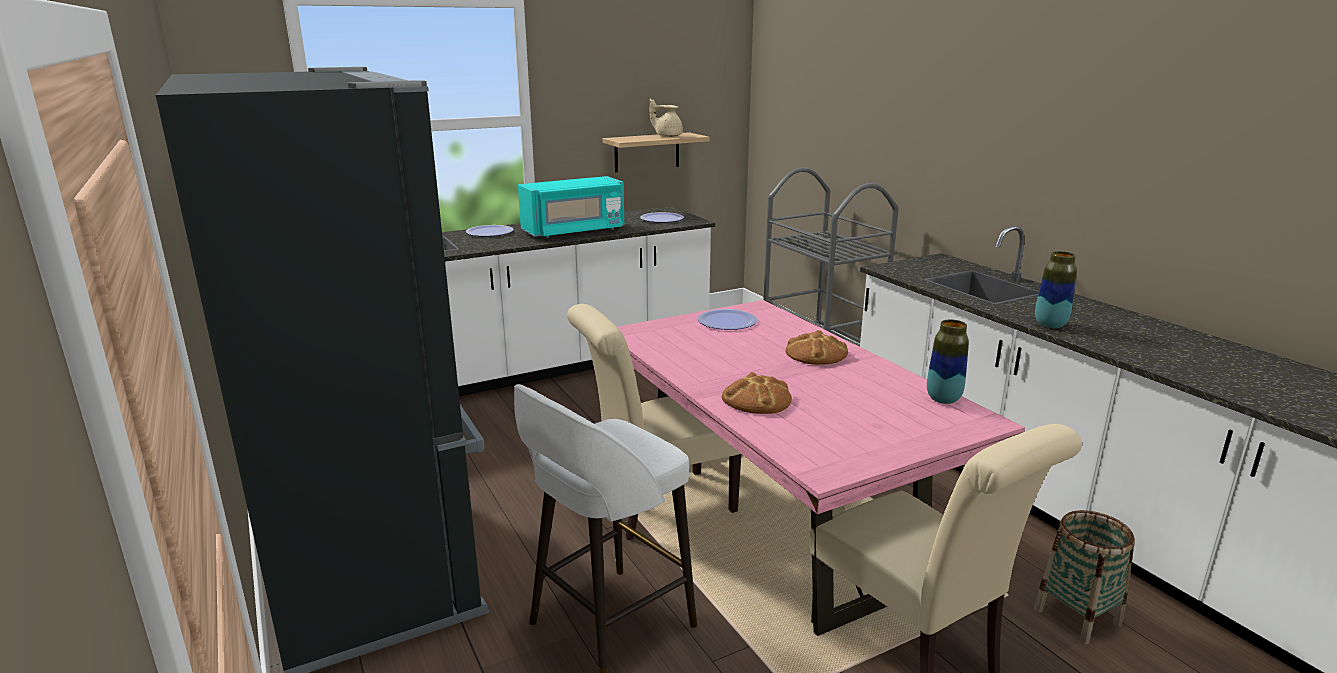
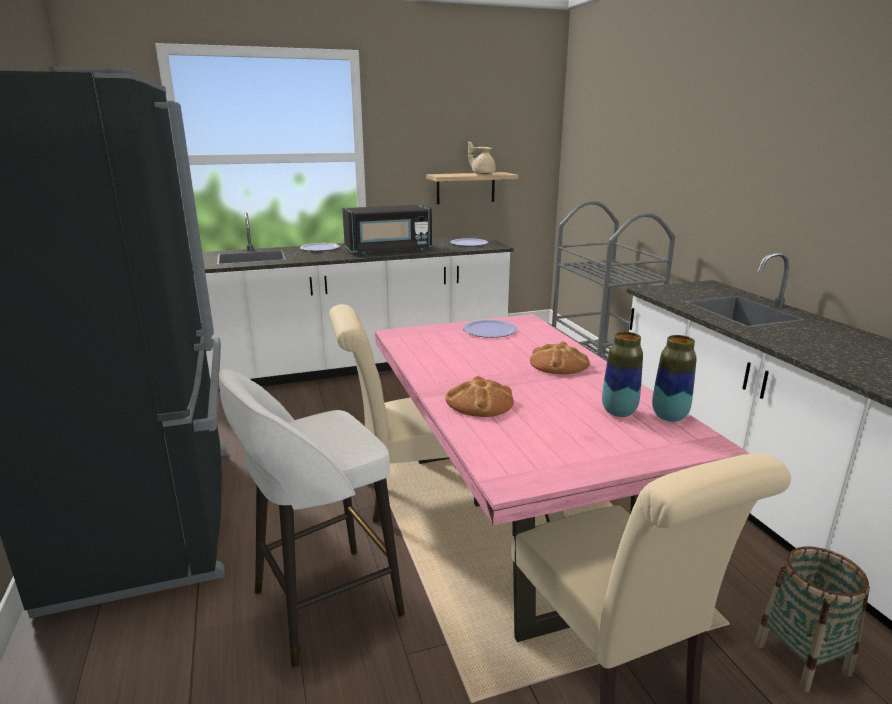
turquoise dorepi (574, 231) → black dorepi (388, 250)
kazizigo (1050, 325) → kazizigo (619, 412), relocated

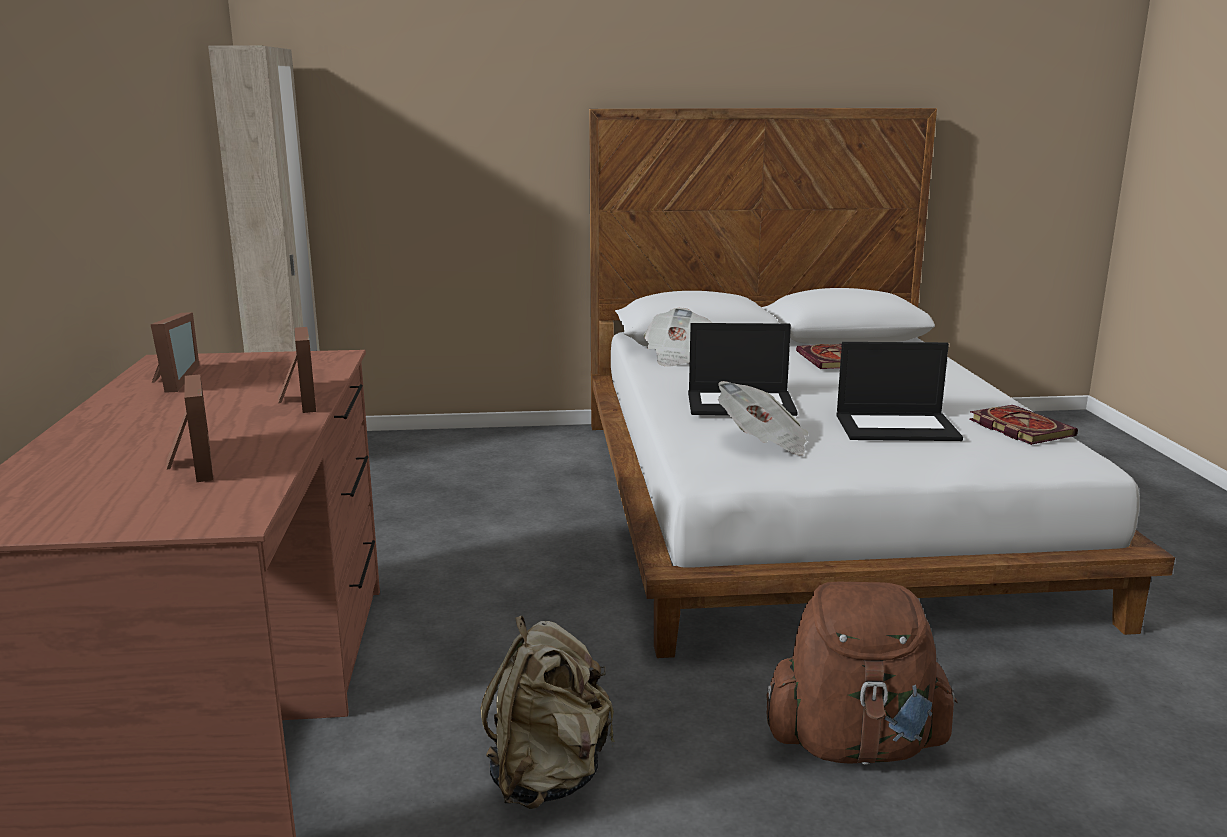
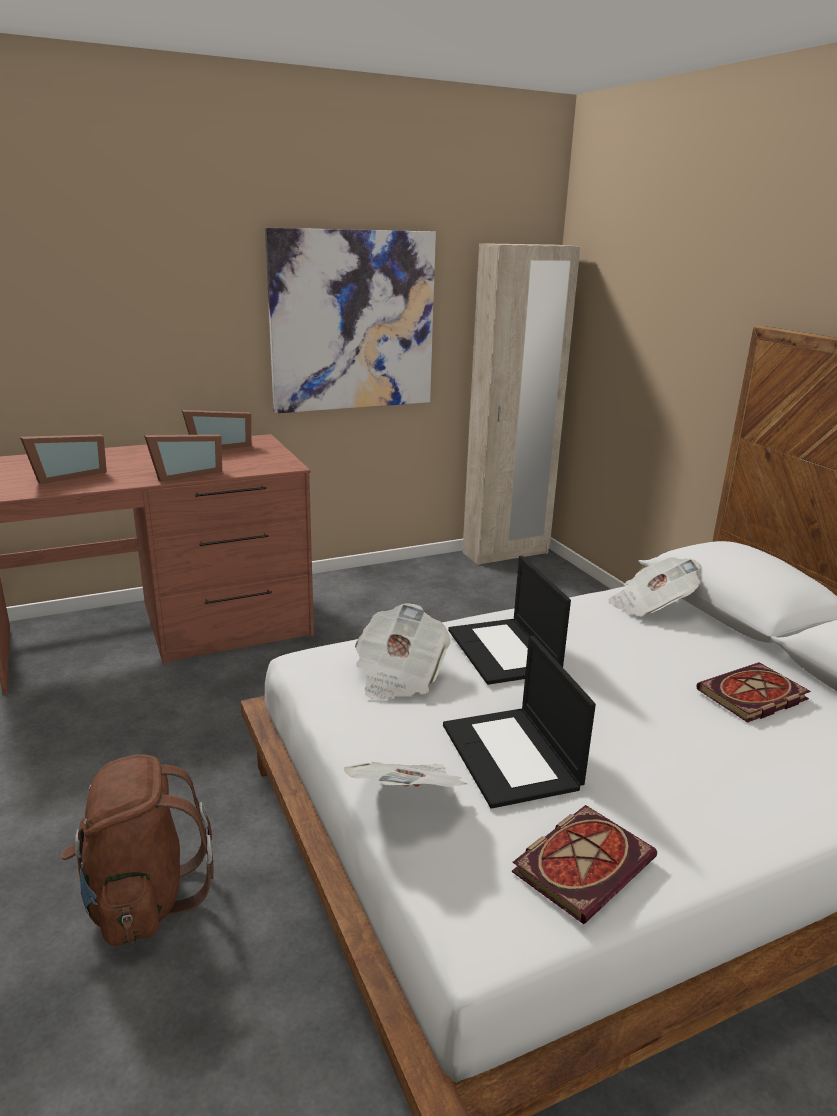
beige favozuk (548, 777) → -
- → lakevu (353, 321)
- → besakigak (408, 800)

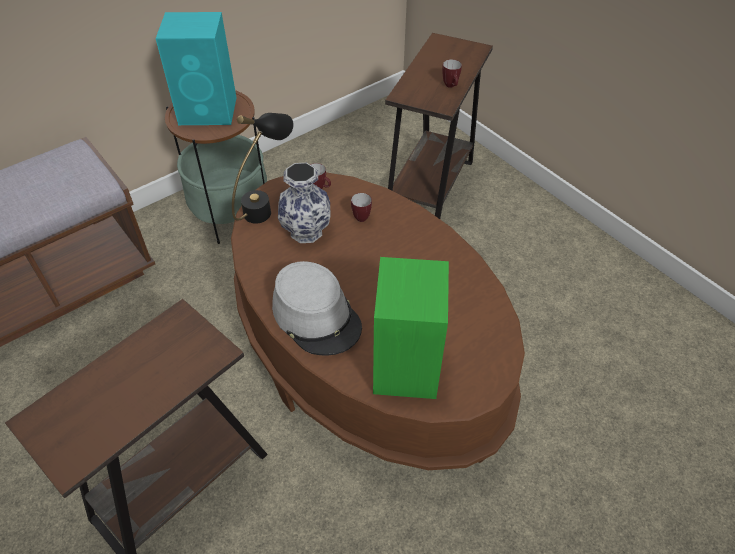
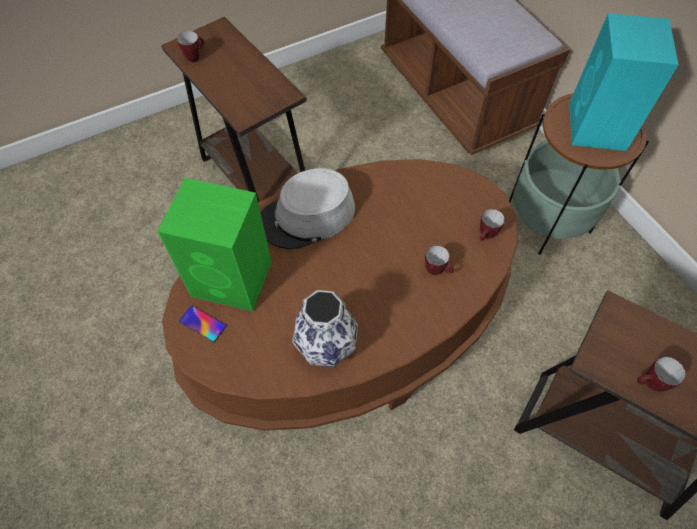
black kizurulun (266, 206) → -
kazizigo (307, 232) → kazizigo (325, 348), relocated
- → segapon (195, 57)
- → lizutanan (202, 323)

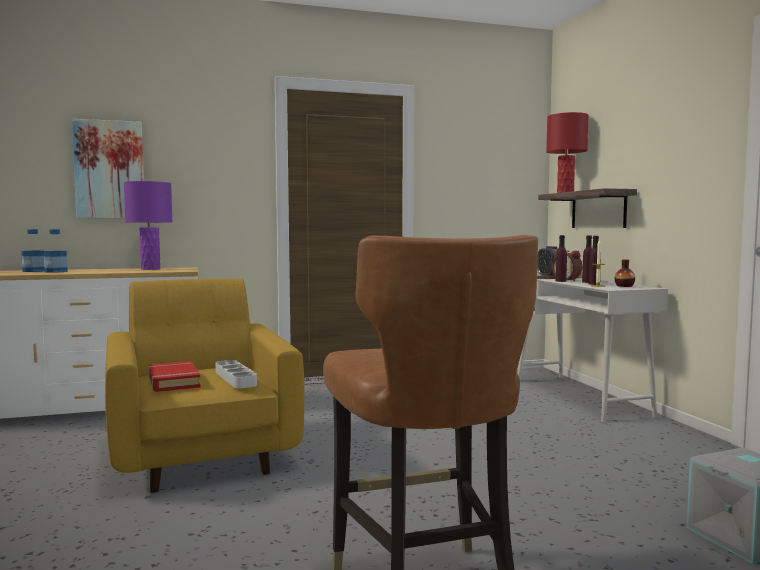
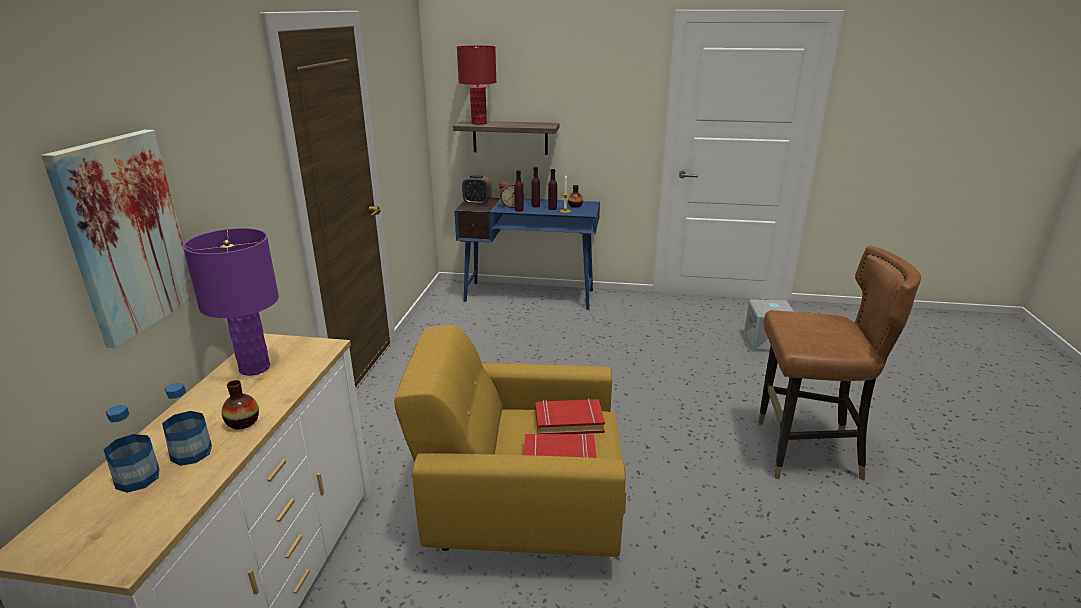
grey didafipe (235, 378) → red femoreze (568, 421)
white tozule (580, 396) → blue tozule (530, 295)
- → kazizigo (243, 422)

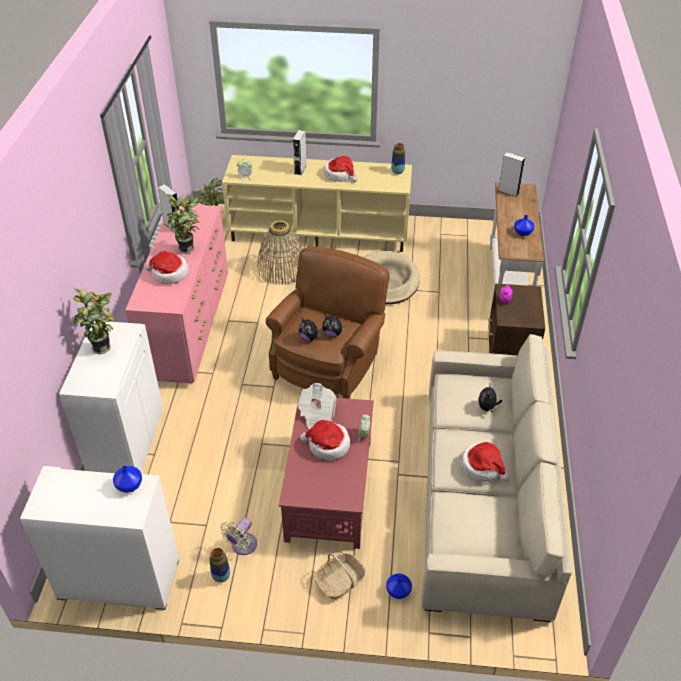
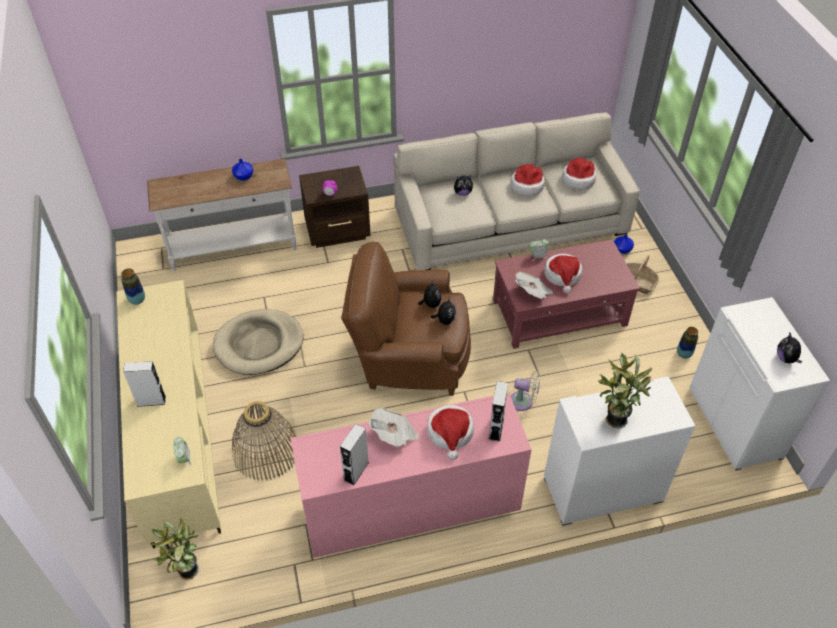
blue kazizigo (129, 485) → -
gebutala (188, 248) → besakigak (394, 435)
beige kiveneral (242, 546) → beige kiveneral (524, 402), relocated
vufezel (340, 175) → vufezel (578, 179), relocated
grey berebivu (508, 192) → grey berebivu (496, 428), relocated
- → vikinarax (786, 358)

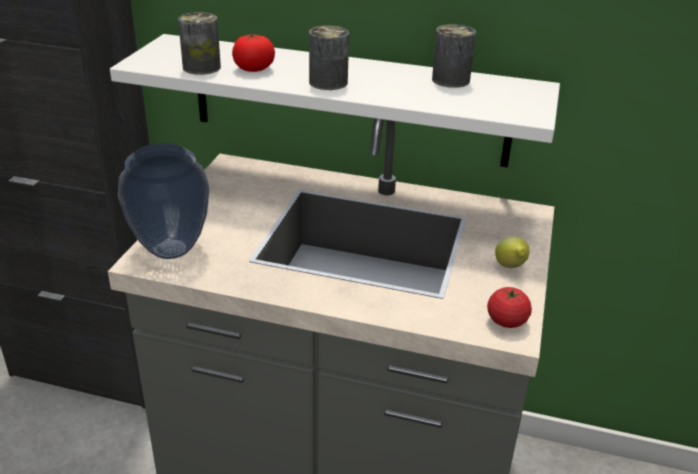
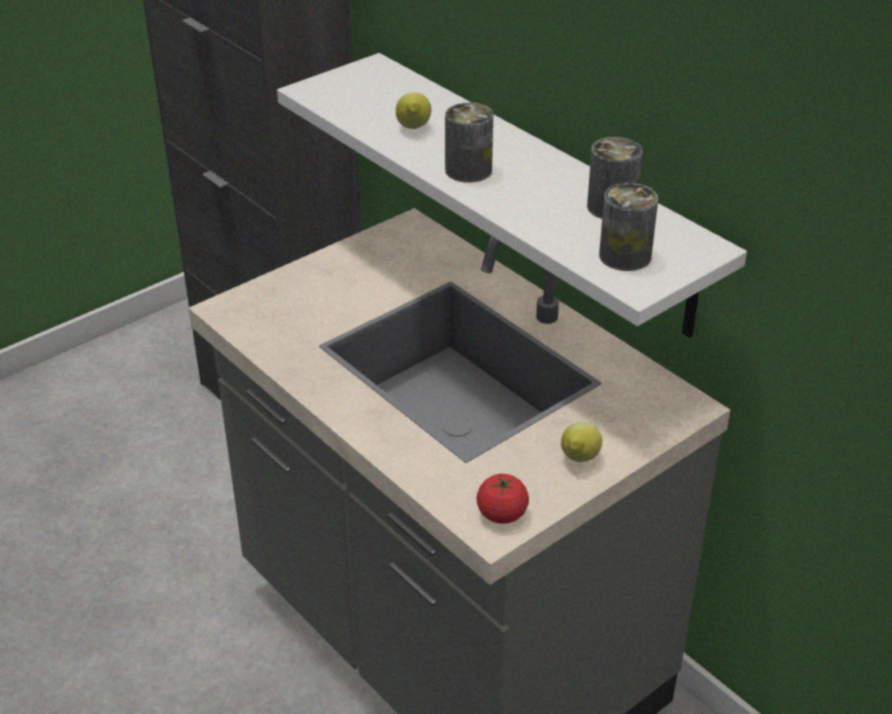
kazizigo (170, 249) → -
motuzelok (201, 67) → motuzelok (625, 256), relocated
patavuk (254, 69) → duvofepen (413, 129)

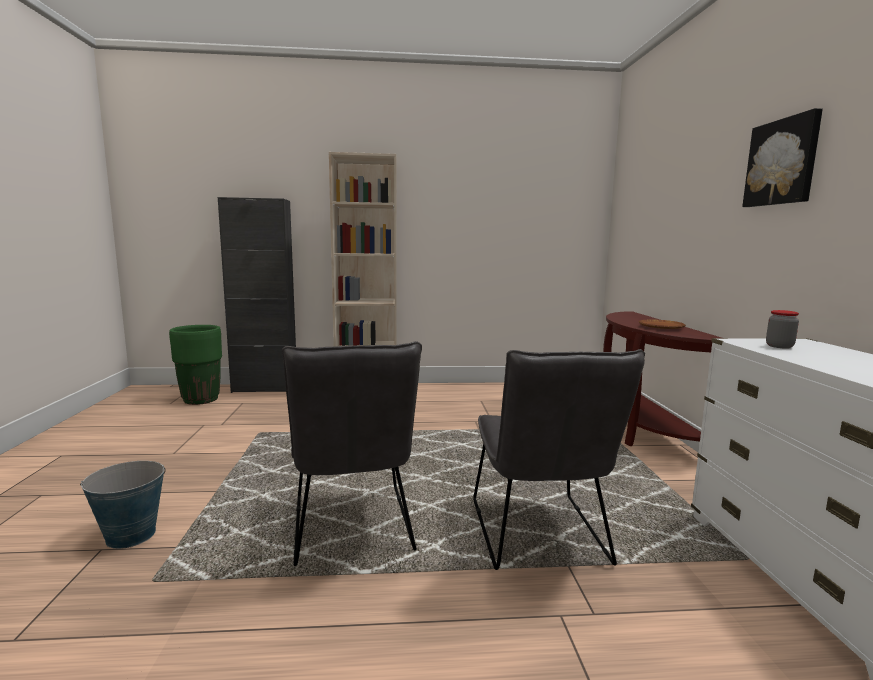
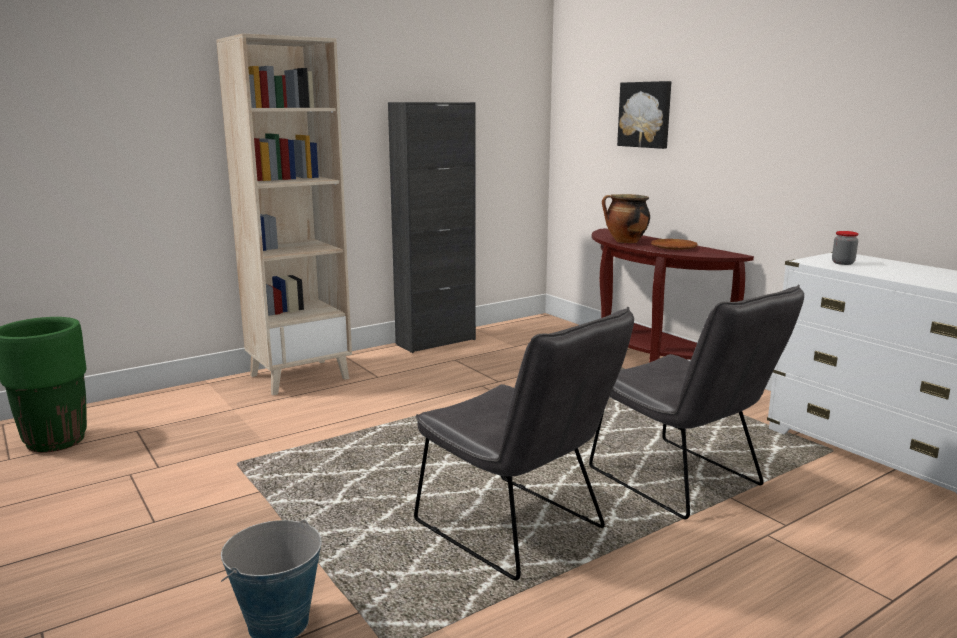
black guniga (265, 388) → black guniga (436, 342), relocated
lakevu (783, 162) → lakevu (645, 114), relocated
- → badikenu (625, 242)

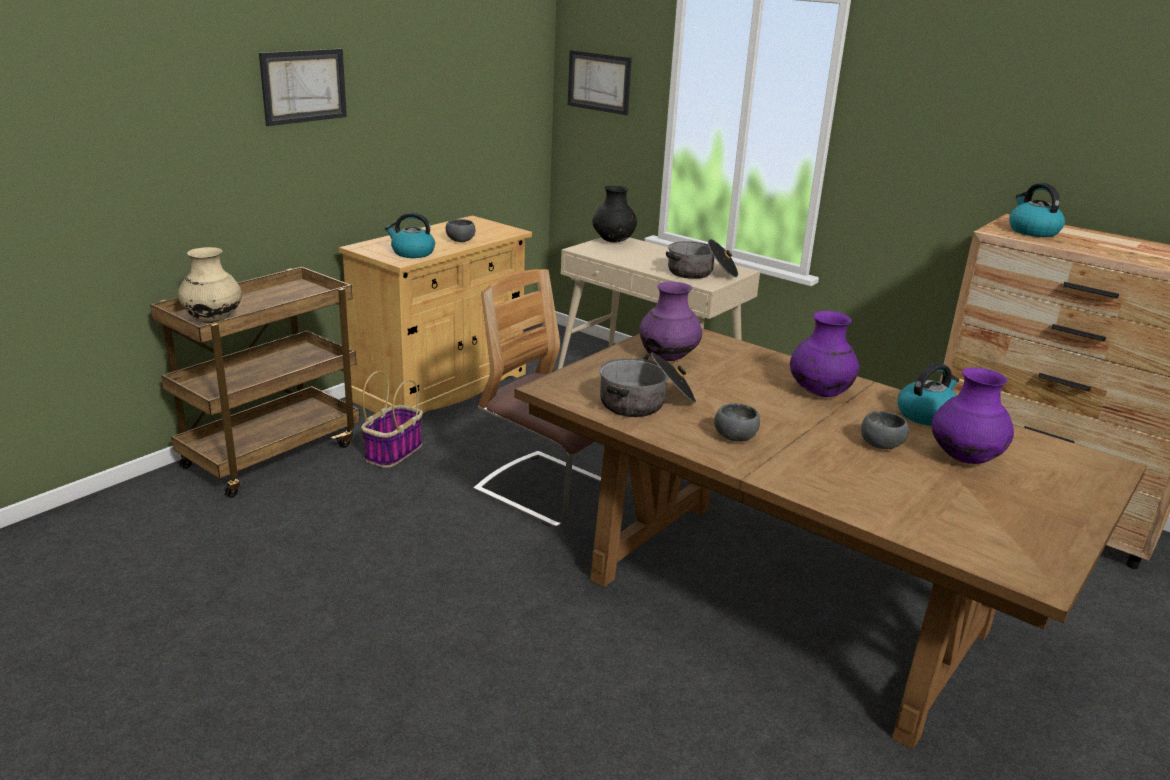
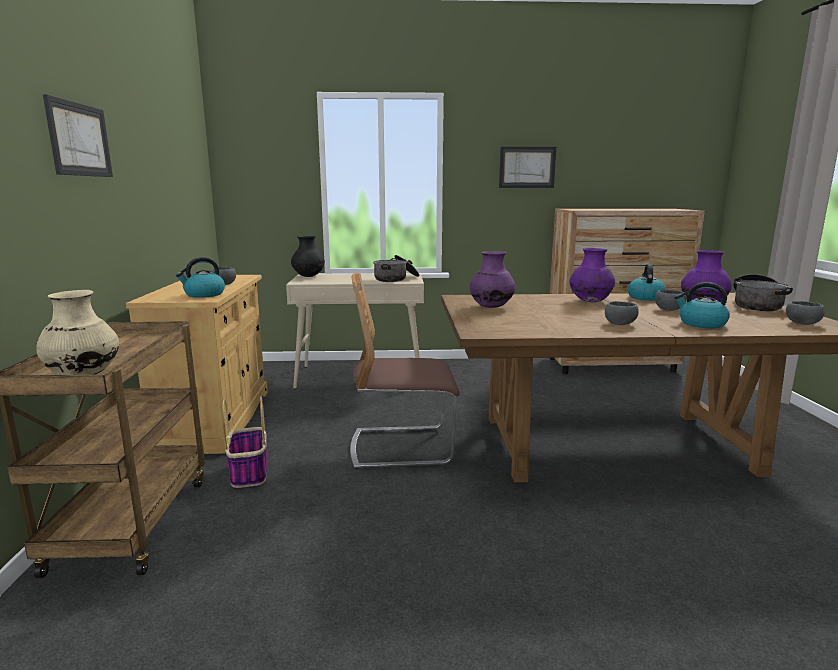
lakevu (599, 82) → lakevu (527, 167), relocated
badikenu (646, 403) → badikenu (756, 305), relocated
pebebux (1032, 231) → pebebux (701, 324), relocated
- → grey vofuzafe (802, 324)

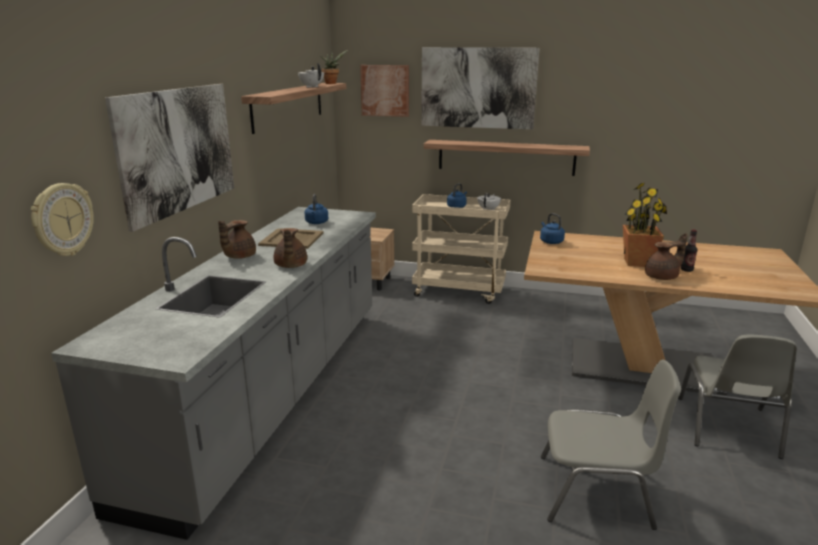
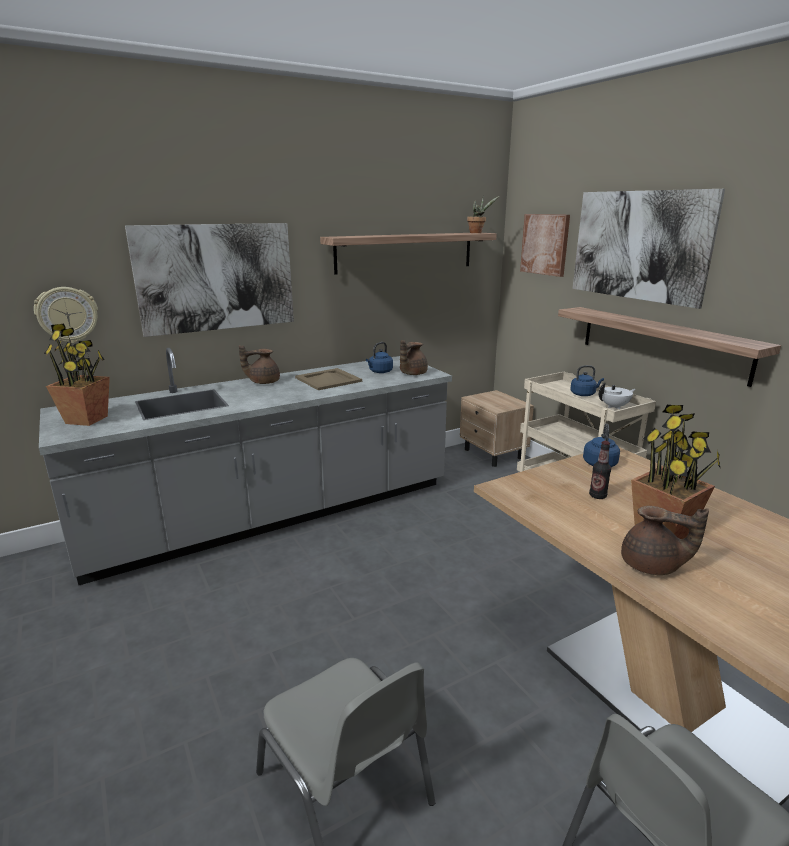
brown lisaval (290, 266) → brown lisaval (412, 373), relocated
white lisaval (311, 87) → -
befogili (686, 270) → befogili (597, 496), relocated
- → gebutala (87, 419)

